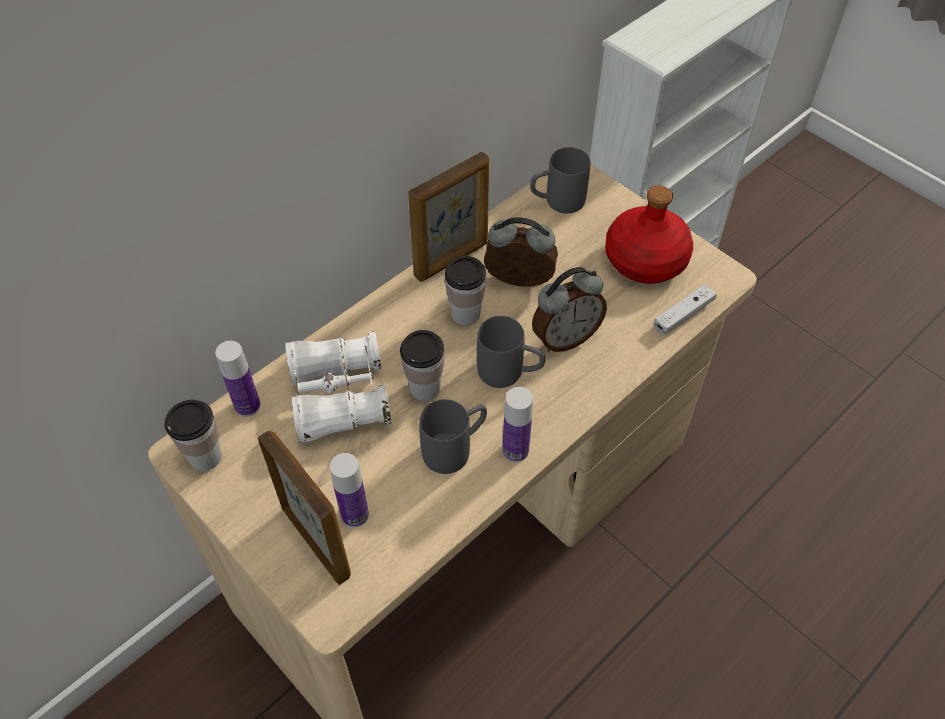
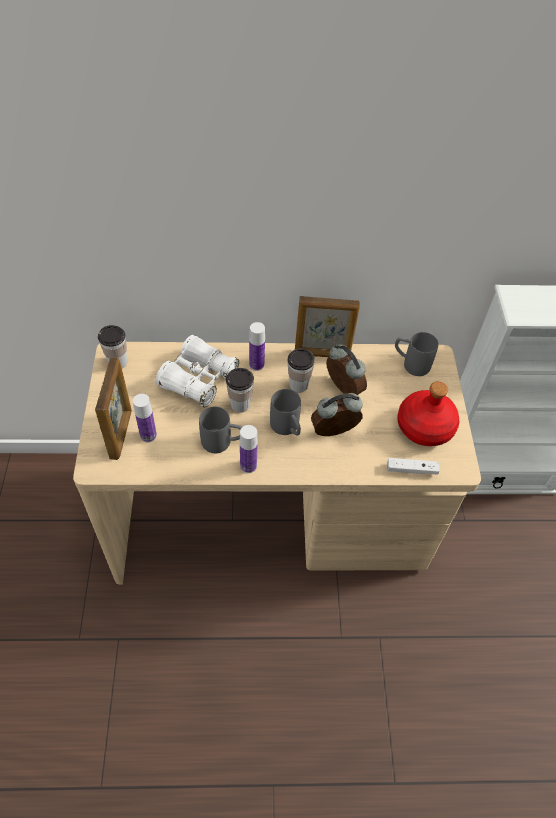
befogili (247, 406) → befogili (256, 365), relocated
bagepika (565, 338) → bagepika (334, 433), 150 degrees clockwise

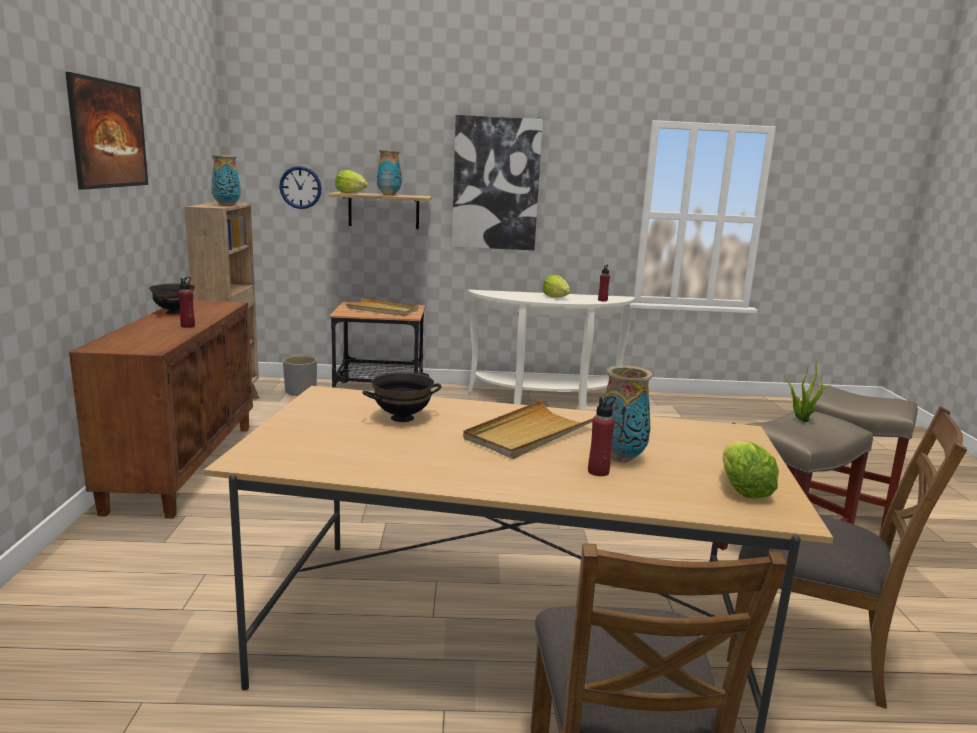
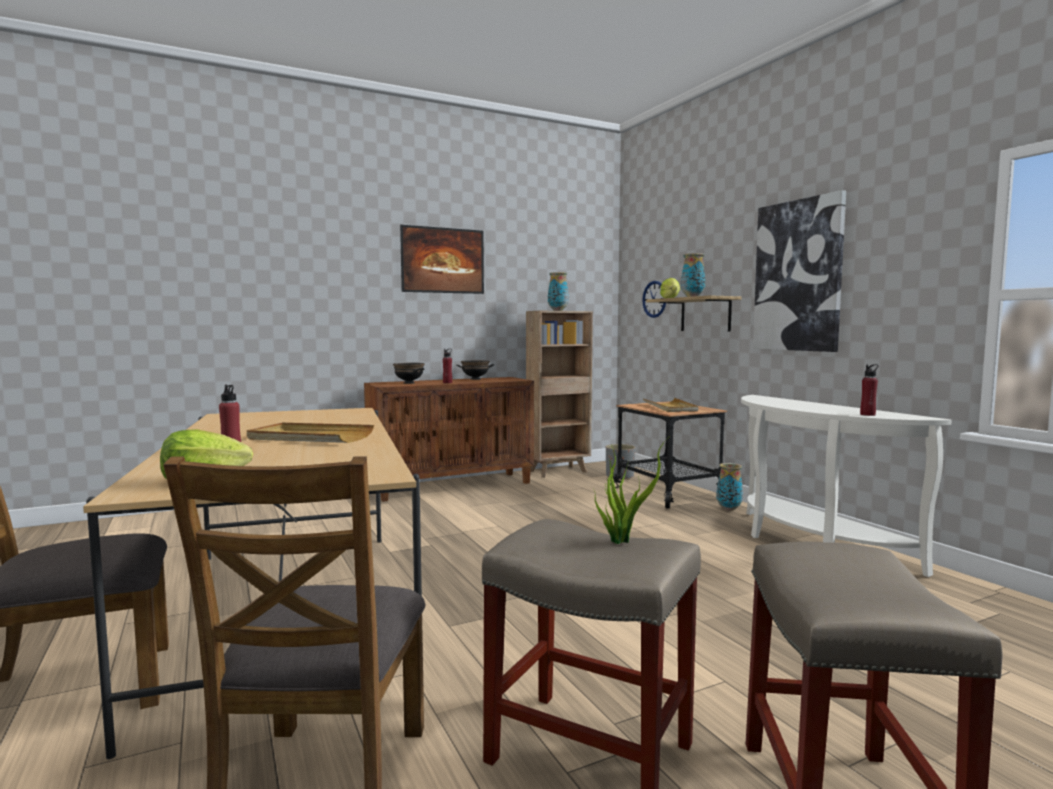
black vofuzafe (402, 418) → black vofuzafe (408, 383), relocated
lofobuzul (556, 297) → -
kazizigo (620, 458) → kazizigo (728, 509), relocated

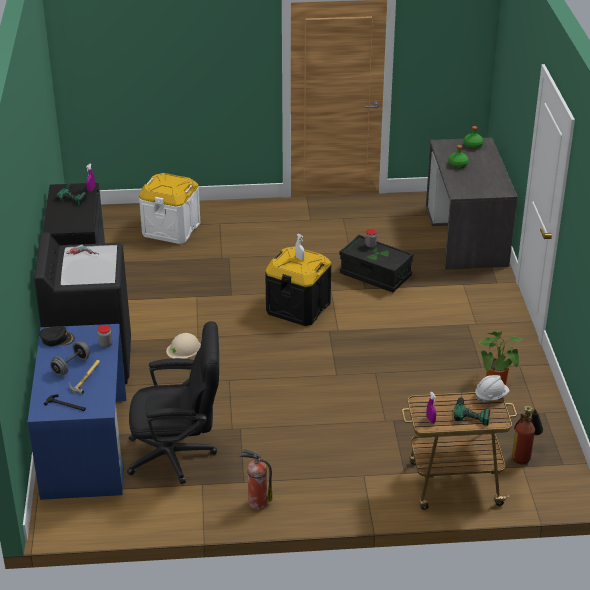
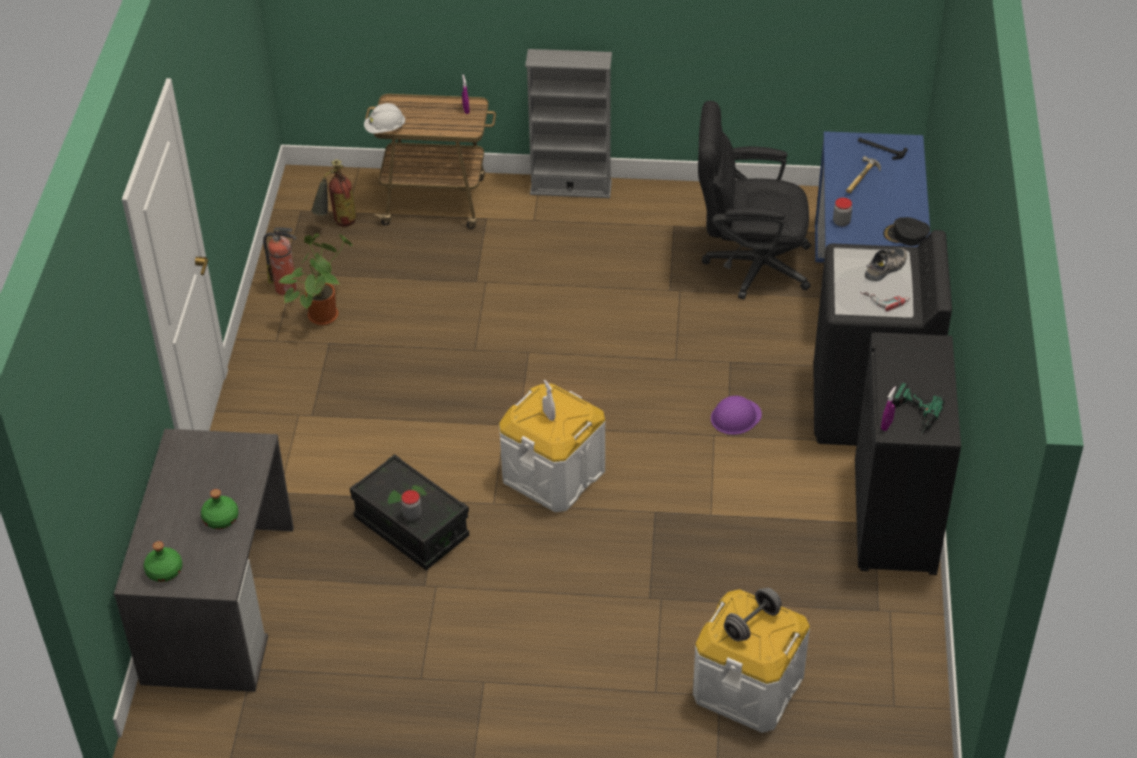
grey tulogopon (71, 366) → grey tulogopon (752, 623), relocated
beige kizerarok (184, 349) → purple kizerarok (735, 416)
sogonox (256, 503) → sogonox (287, 288), relocated
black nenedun (298, 307) → white nenedun (553, 474)
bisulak (472, 410) → -
- → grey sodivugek (571, 187)
- → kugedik (886, 268)

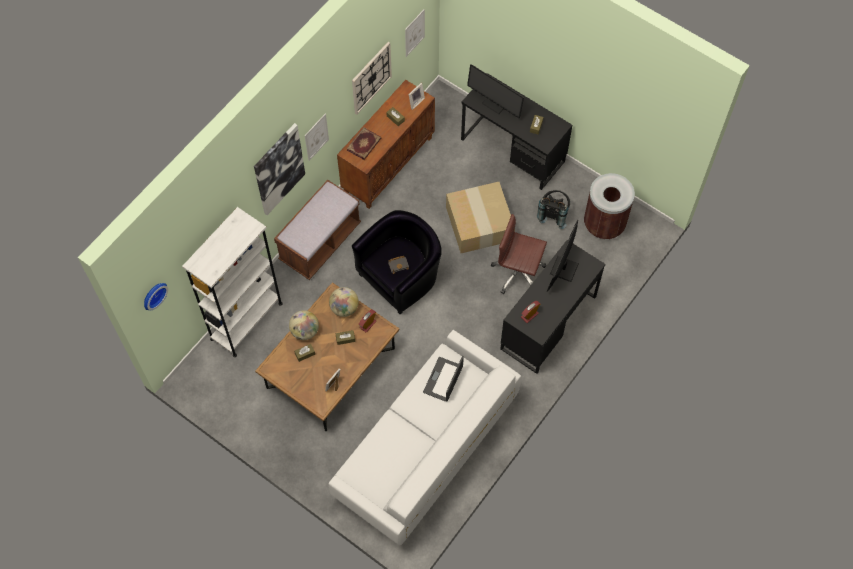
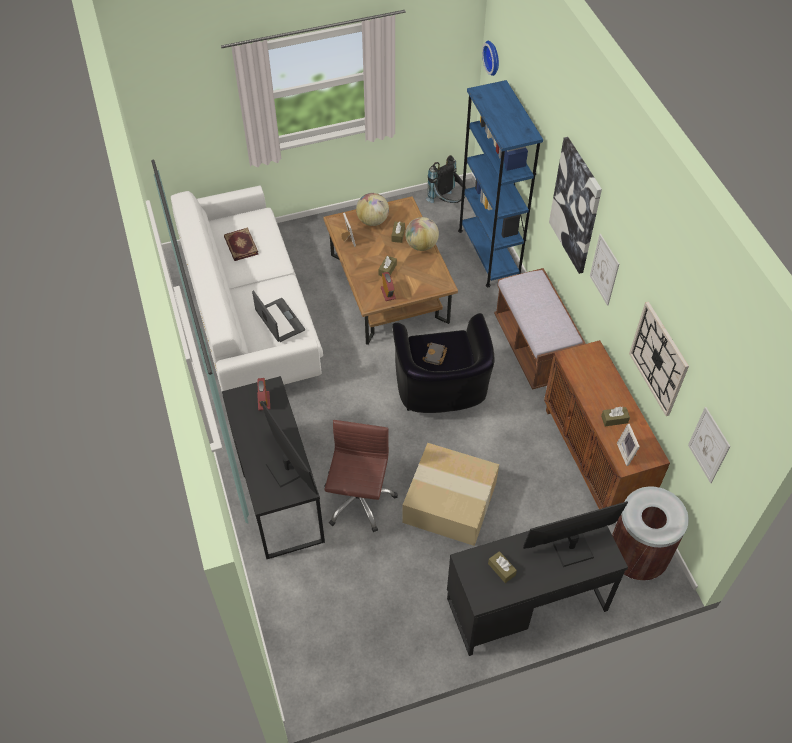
white sodivugek (246, 321) → blue sodivugek (488, 254)
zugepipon (344, 308) → zugepipon (372, 221), relocated
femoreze (364, 145) → femoreze (240, 246), relocated
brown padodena (518, 273) → brown padodena (358, 500), 45 degrees counterclockwise
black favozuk (553, 214) → black favozuk (447, 203), relocated
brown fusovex (604, 224) → brown fusovex (636, 557), relocated

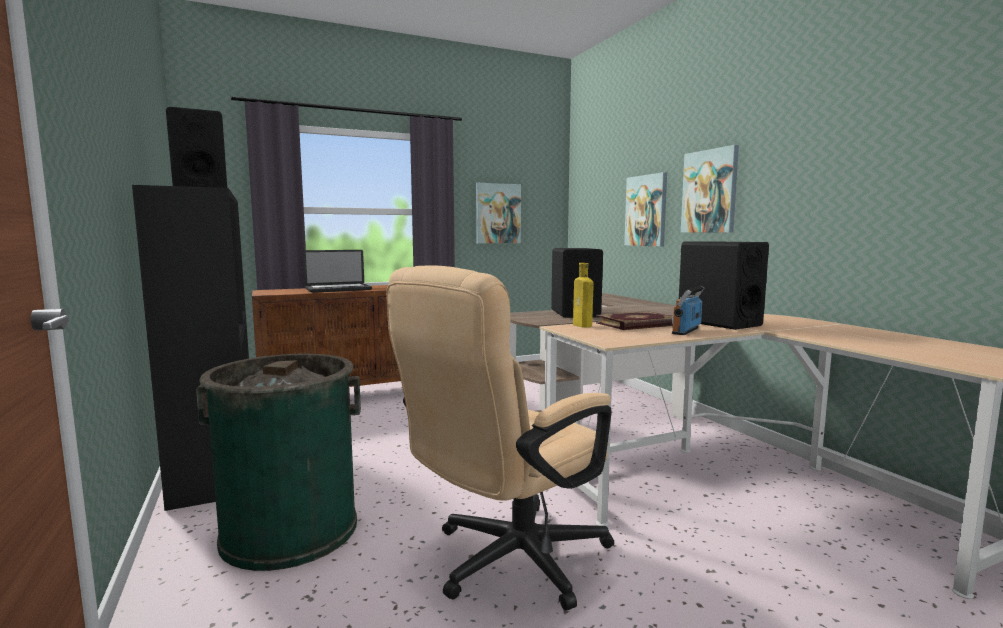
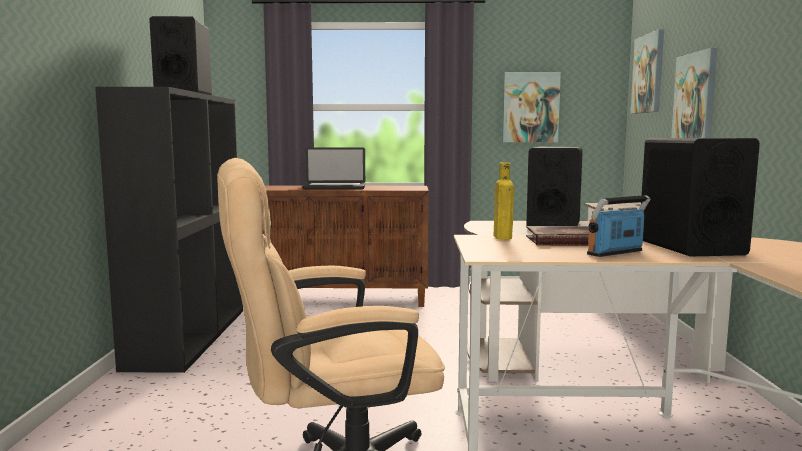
green fusovex (290, 530) → -
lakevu (710, 191) → lakevu (649, 74), relocated

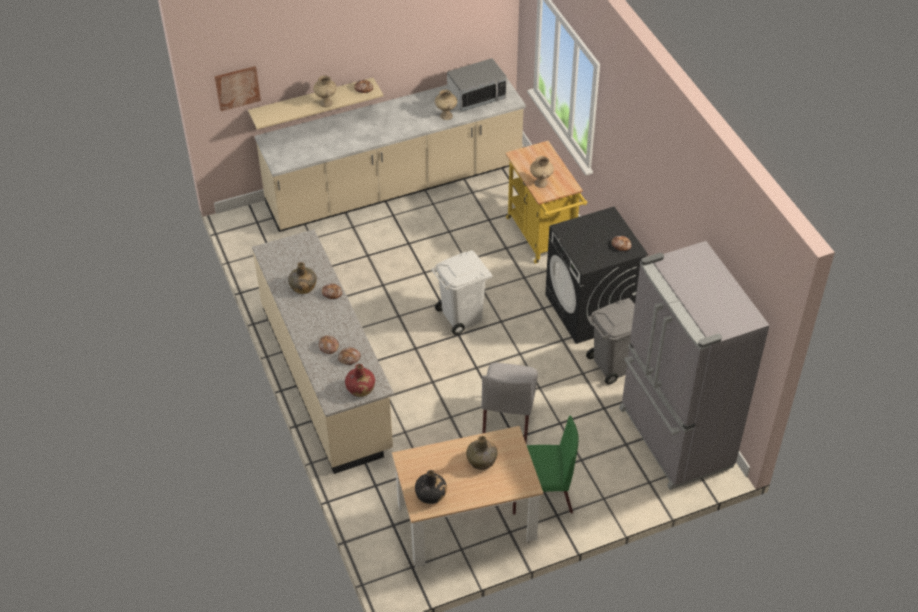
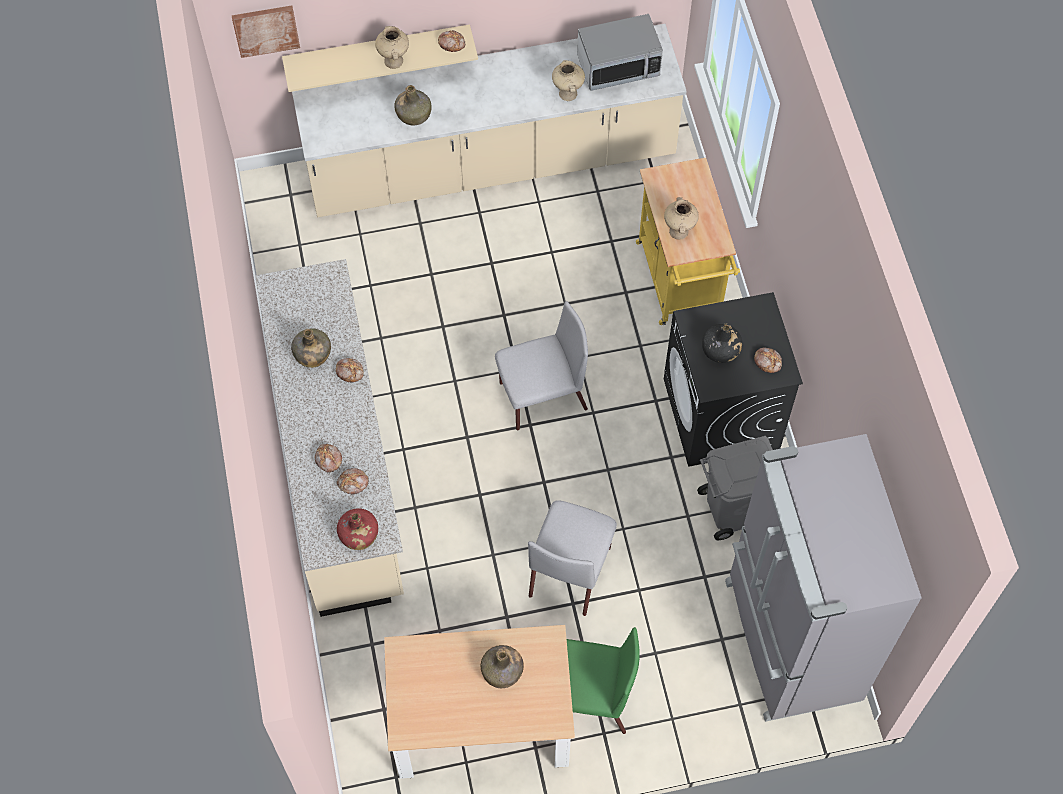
black befogili (430, 494) → black befogili (720, 350), relocated
white fusovex (462, 317) → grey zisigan (541, 396)
- → green befogili (414, 114)

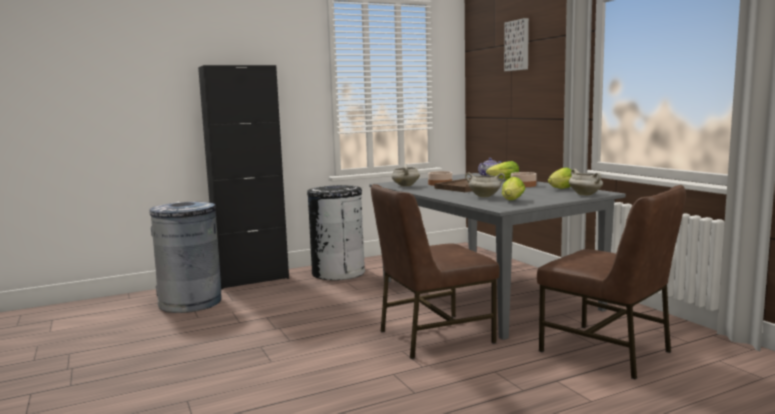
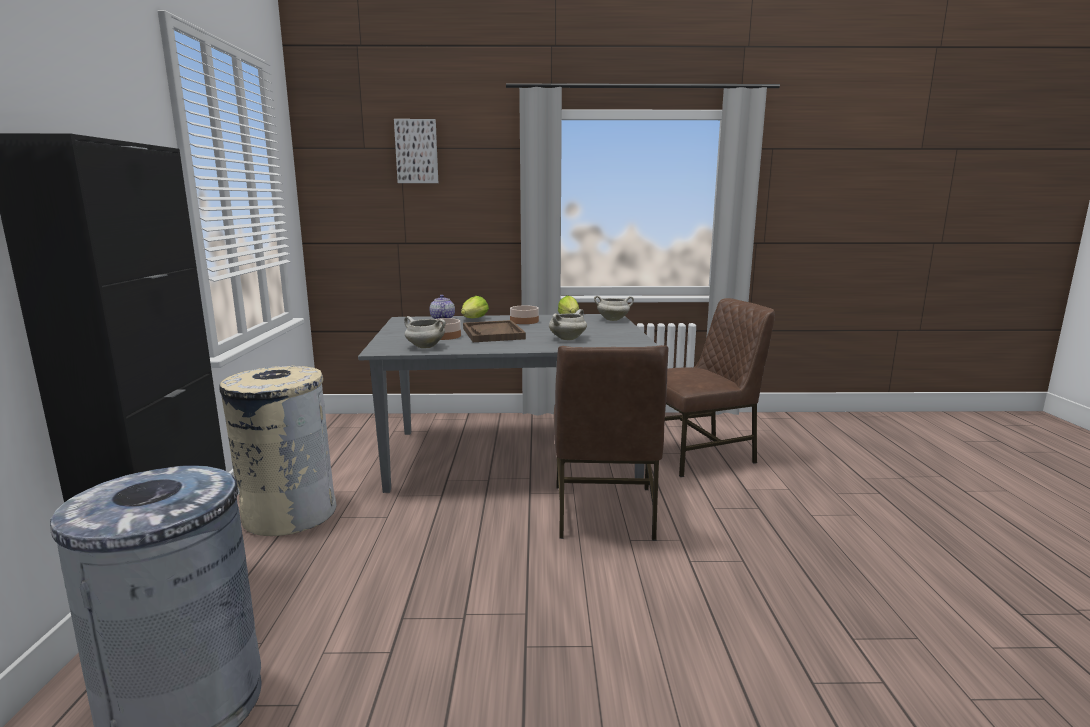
black fusovex (338, 273) → beige fusovex (289, 514)
lofobuzul (512, 201) → -

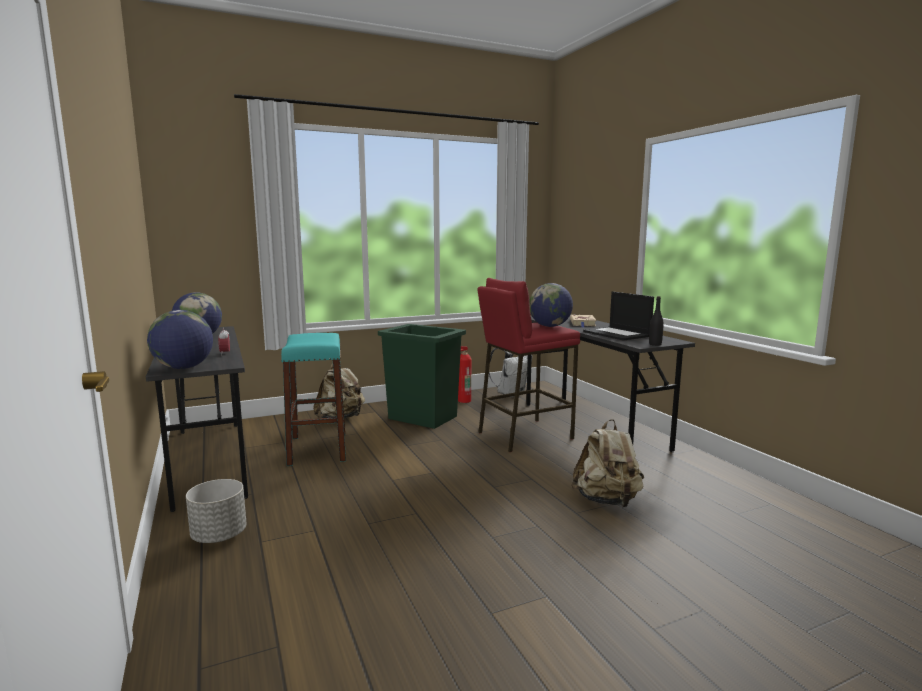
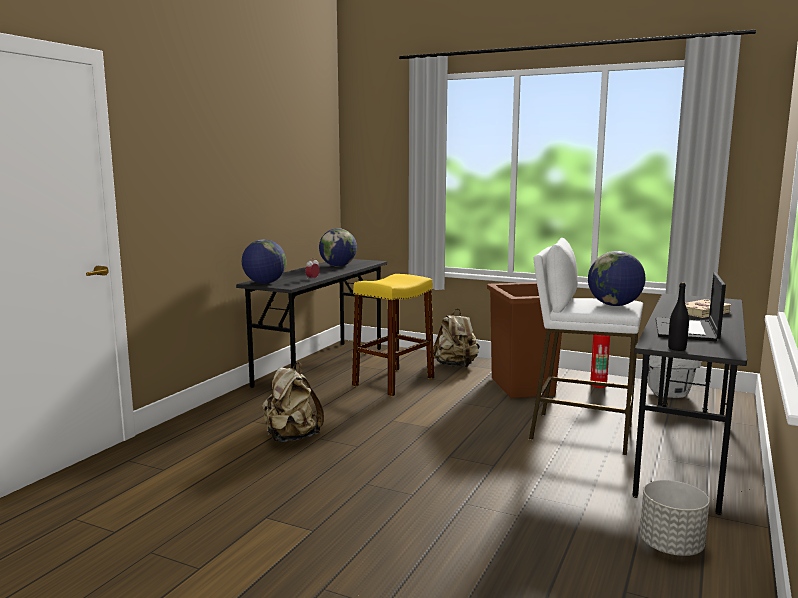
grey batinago (219, 536) → grey batinago (671, 547), relocated
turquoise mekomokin (318, 449) → yellow mekomokin (393, 382)
green fusovex (423, 418) → brown fusovex (522, 386)
red mekomokin (524, 435) → white mekomokin (580, 432)
beige favozuk (607, 501) → beige favozuk (291, 438), relocated

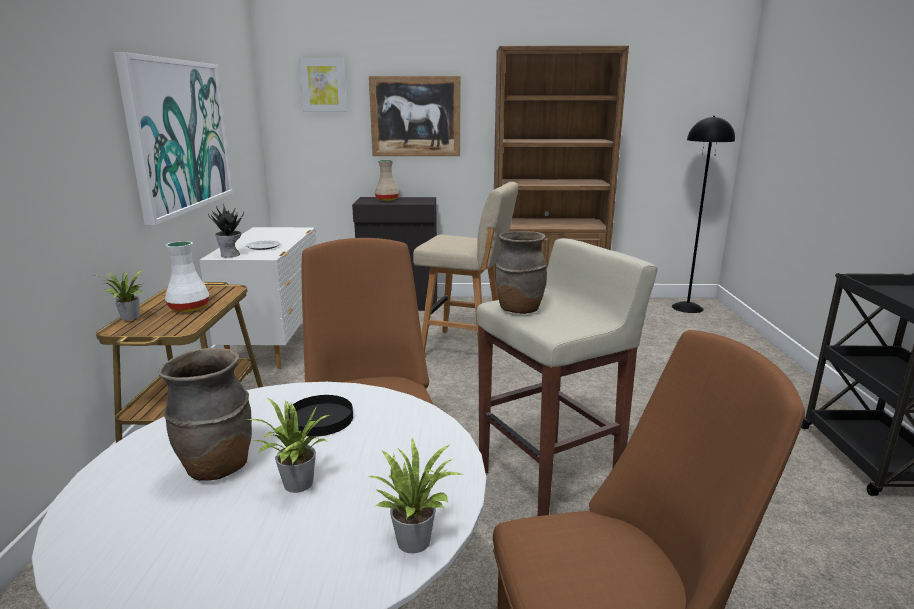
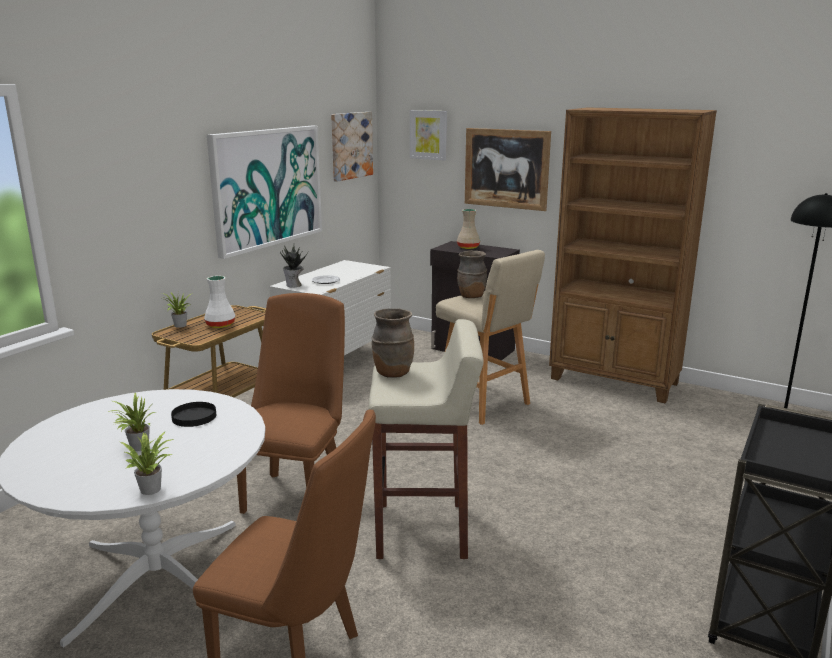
brown kazizigo (216, 467) → brown kazizigo (471, 296), relocated
- → lakevu (351, 145)

